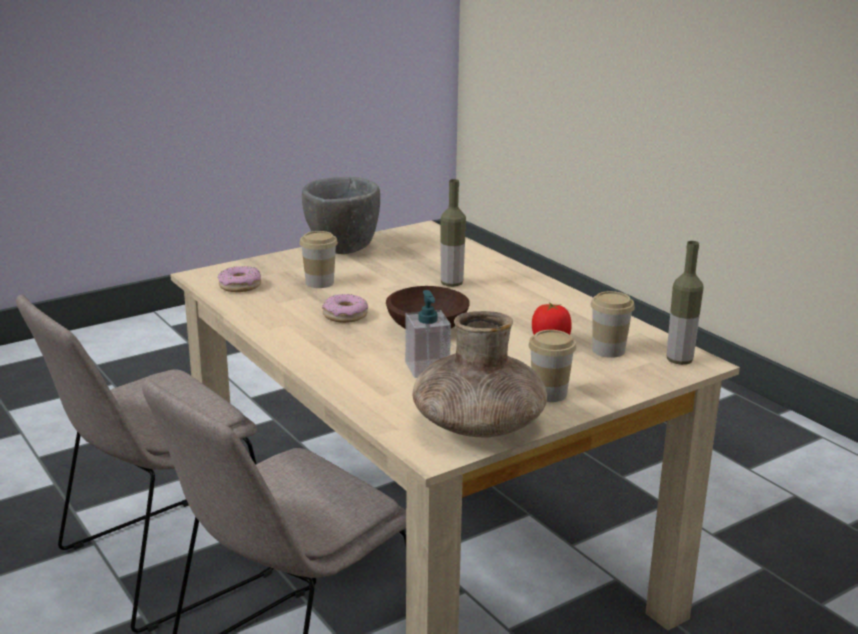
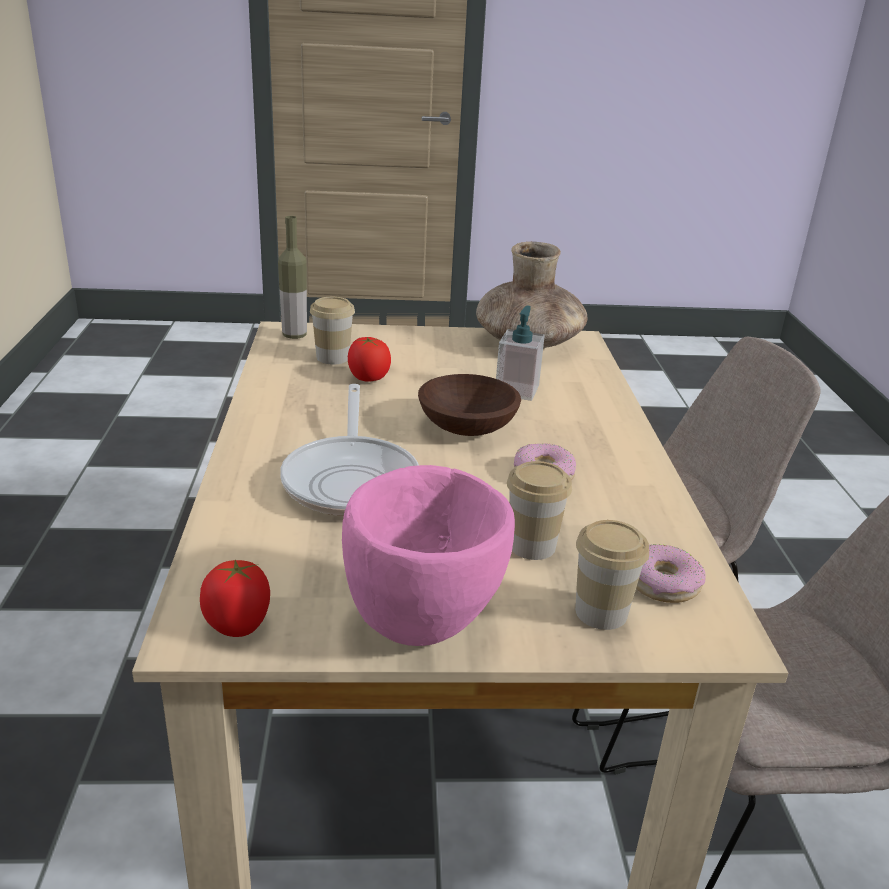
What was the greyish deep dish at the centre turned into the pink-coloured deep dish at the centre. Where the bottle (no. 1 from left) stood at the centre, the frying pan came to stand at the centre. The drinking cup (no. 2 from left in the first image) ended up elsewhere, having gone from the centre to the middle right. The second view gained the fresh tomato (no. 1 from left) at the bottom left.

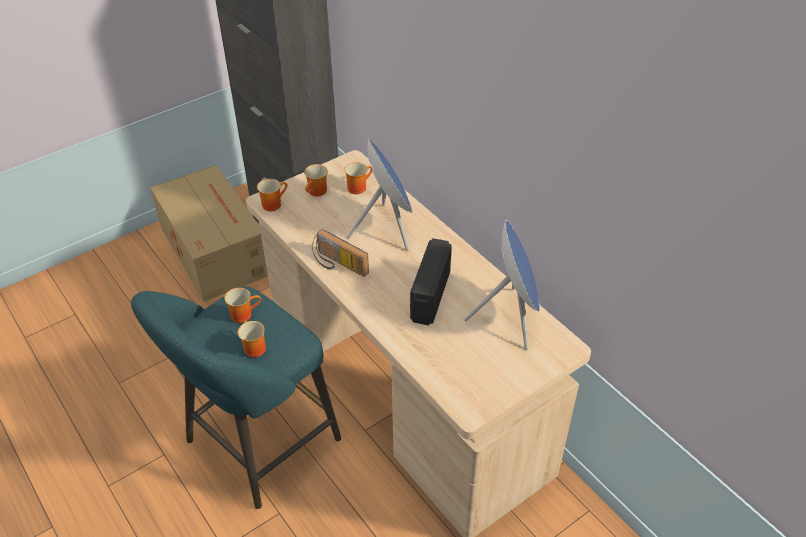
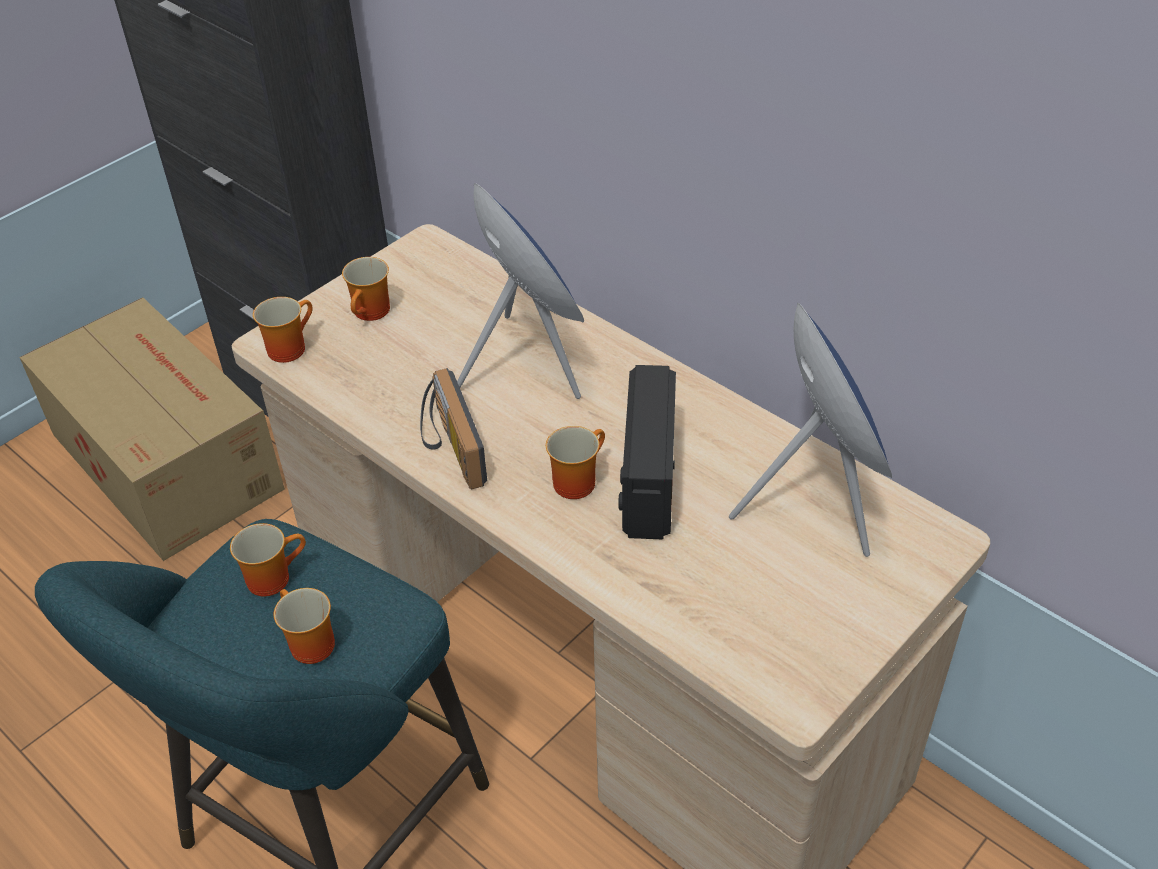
The coffee mug (no. 5 from left) ended up elsewhere, having gone from the top centre to the centre. The radio (no. 1 from left) at the centre ended up facing another way, 45 degrees clockwise from before.

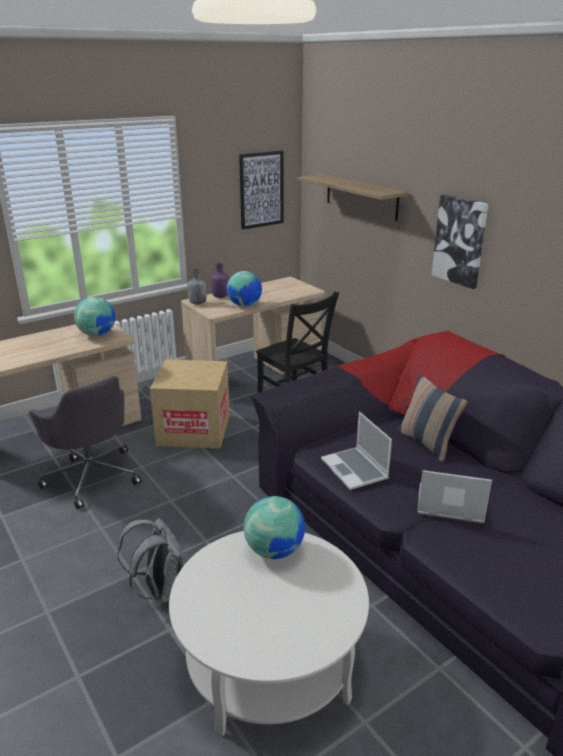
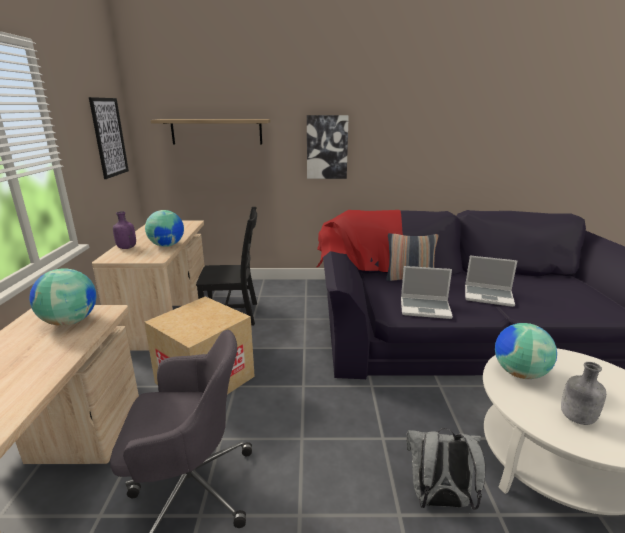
The greyish bottle ended up elsewhere, having gone from the centre to the bottom right. The laptop (no. 2 from left) at the middle right ended up facing another way, 120 degrees counterclockwise from before.

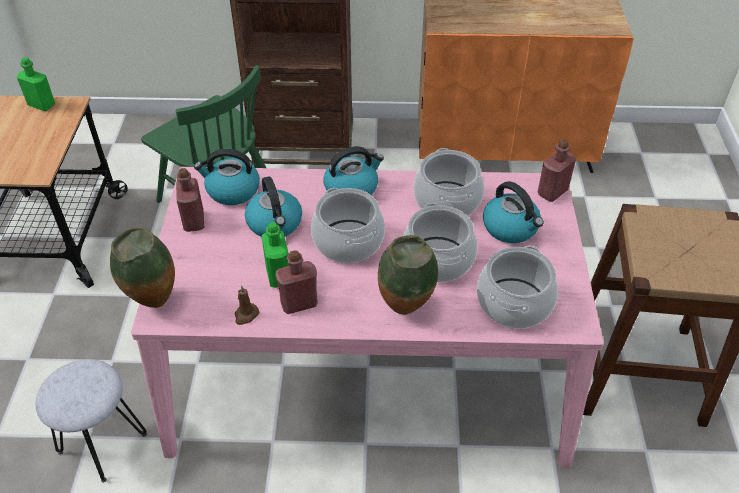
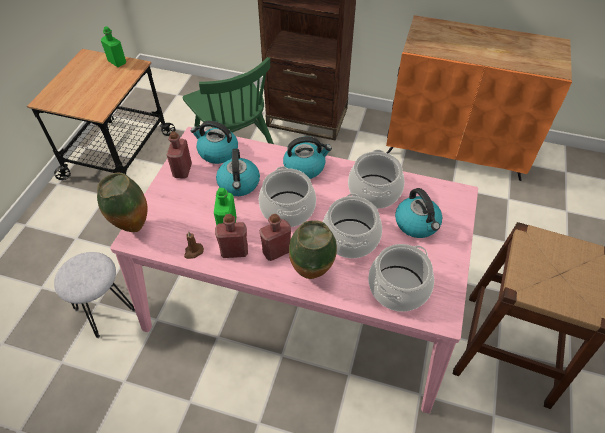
The red-coloured bottle (no. 3 from left) ended up elsewhere, having gone from the middle right to the centre.

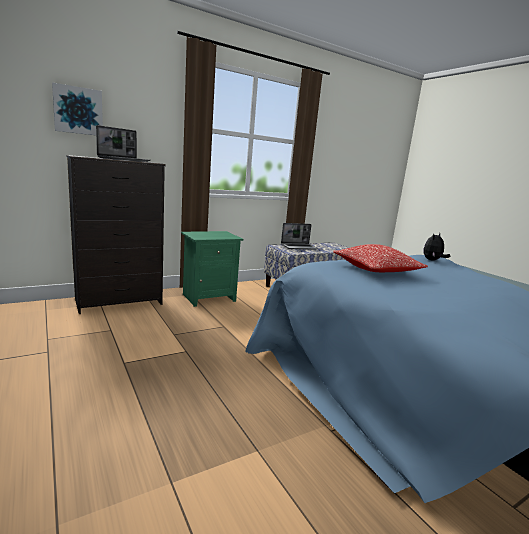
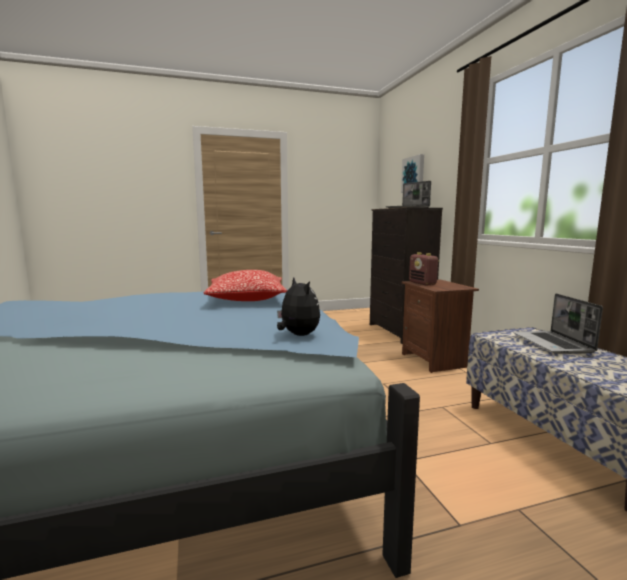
What was the green-coloured night table at the centre turned into the brown night table at the middle right. The second view gained the radio at the middle right.

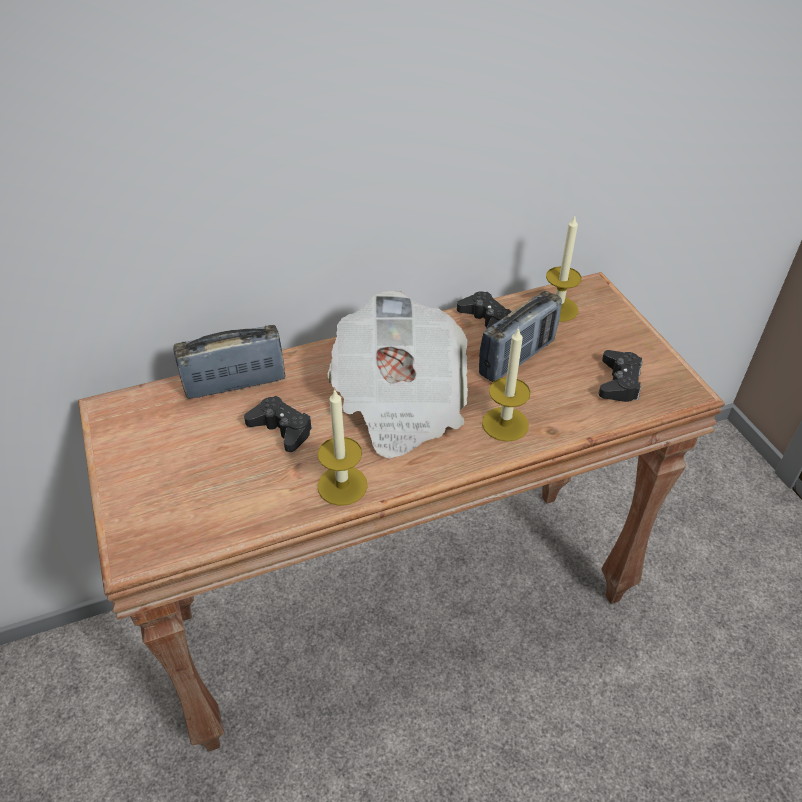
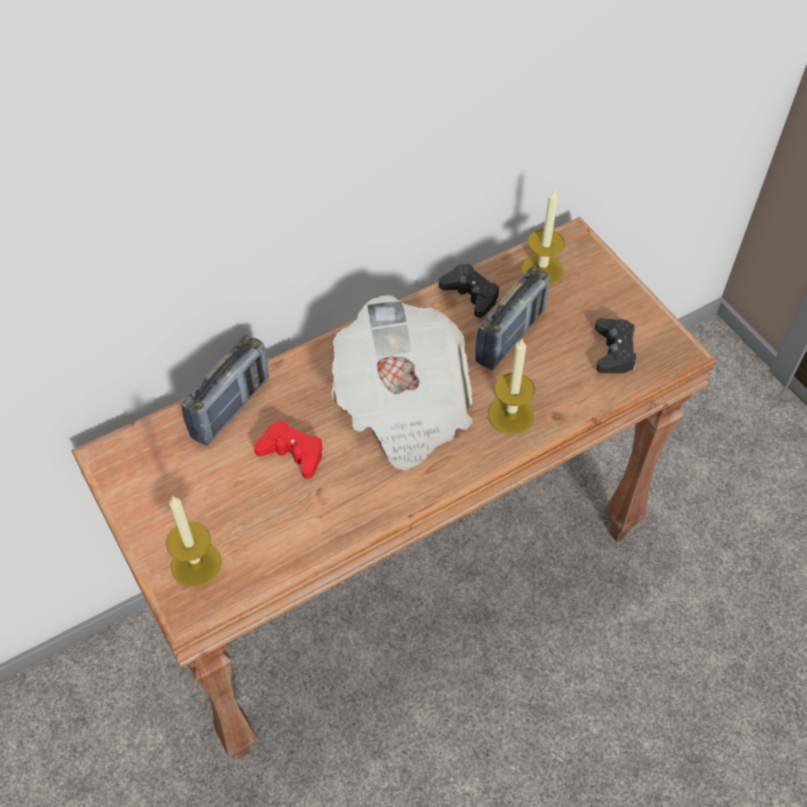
The radio (no. 1 from left) at the middle left ended up facing another way, 150 degrees clockwise from before. The wax light (no. 1 from left) ended up elsewhere, having gone from the centre to the bottom left. What was the black joypad (no. 1 from left) at the centre turned into the red-coloured joypad at the centre.

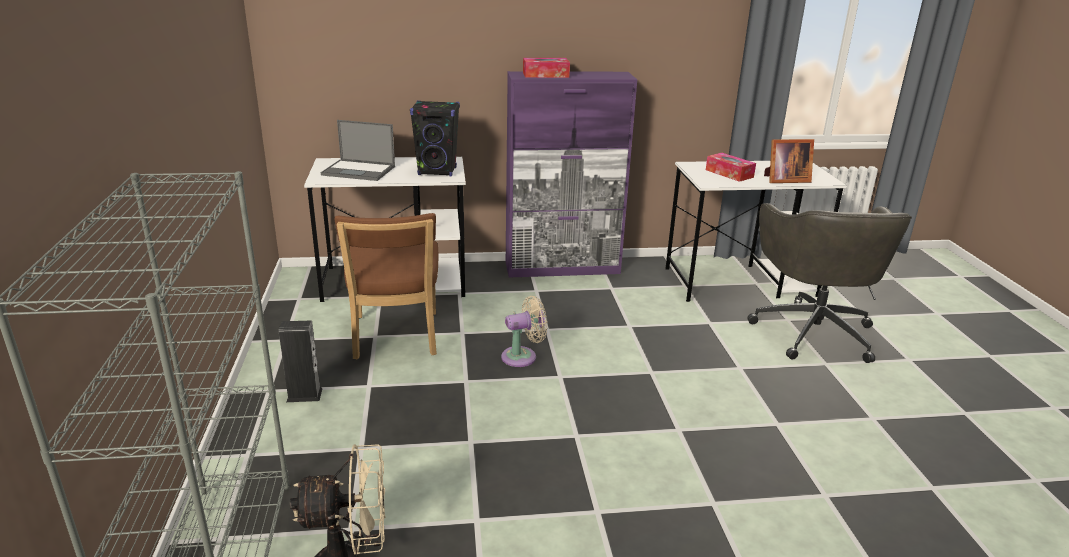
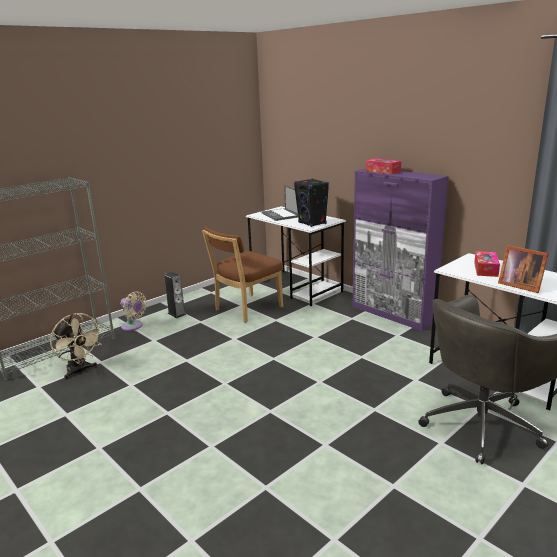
The beige-coloured cooling fan (no. 2 from left) ended up elsewhere, having gone from the centre to the middle left.

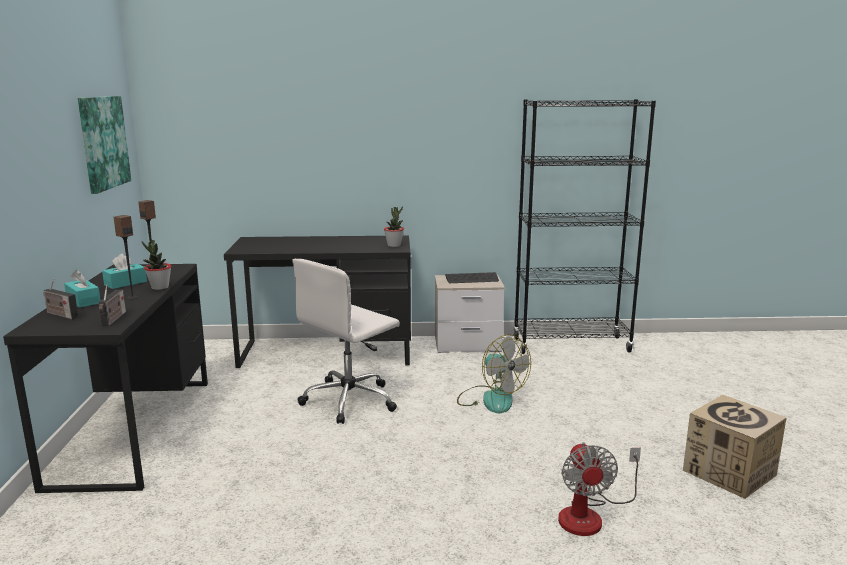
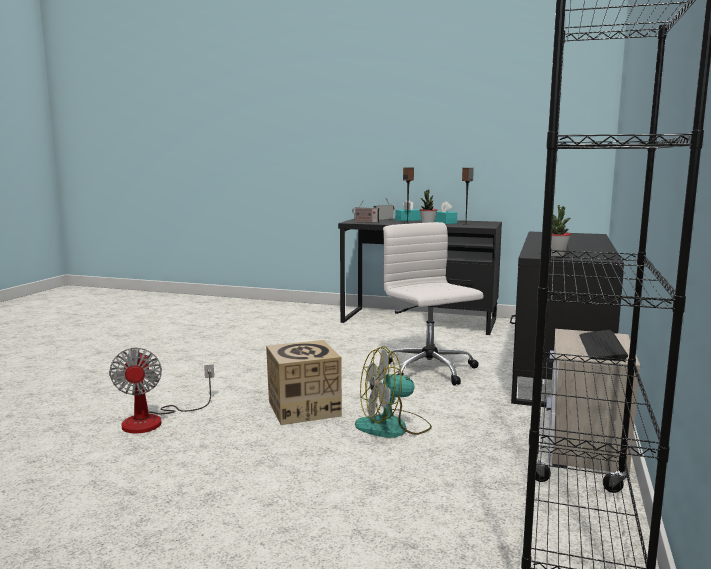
The second view lost the picture at the top left. The packing box ended up elsewhere, having gone from the bottom right to the bottom centre. The cooling fan (no. 2 from left in the first image) at the bottom right ended up facing another way, 120 degrees counterclockwise from before.

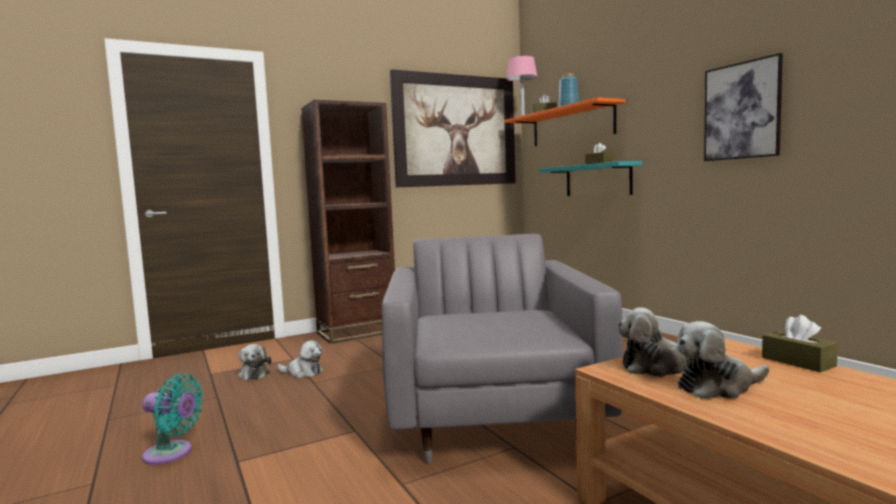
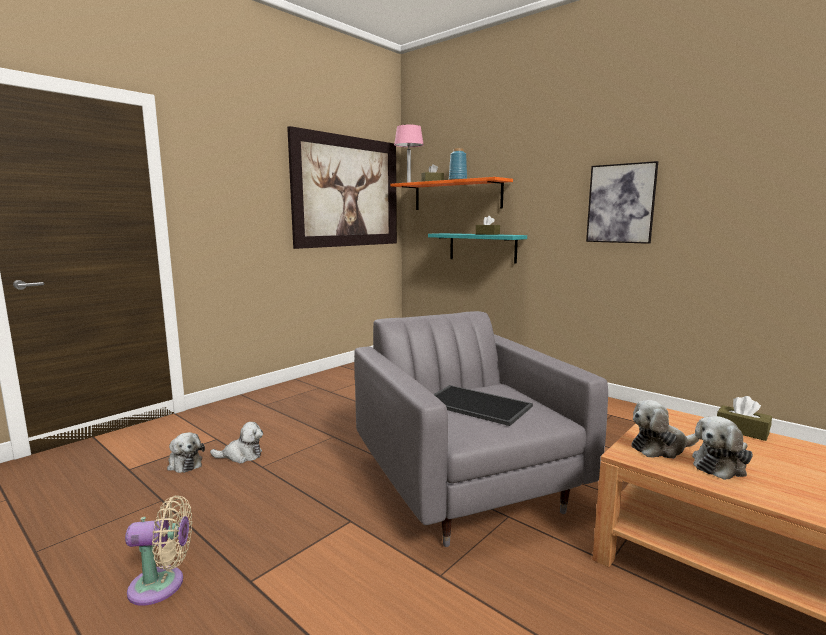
The second view lost the brown shelving unit at the centre. What was the turquoise cooling fan at the bottom left turned into the beige-coloured cooling fan at the bottom left. The second view gained the carrying tray at the centre.

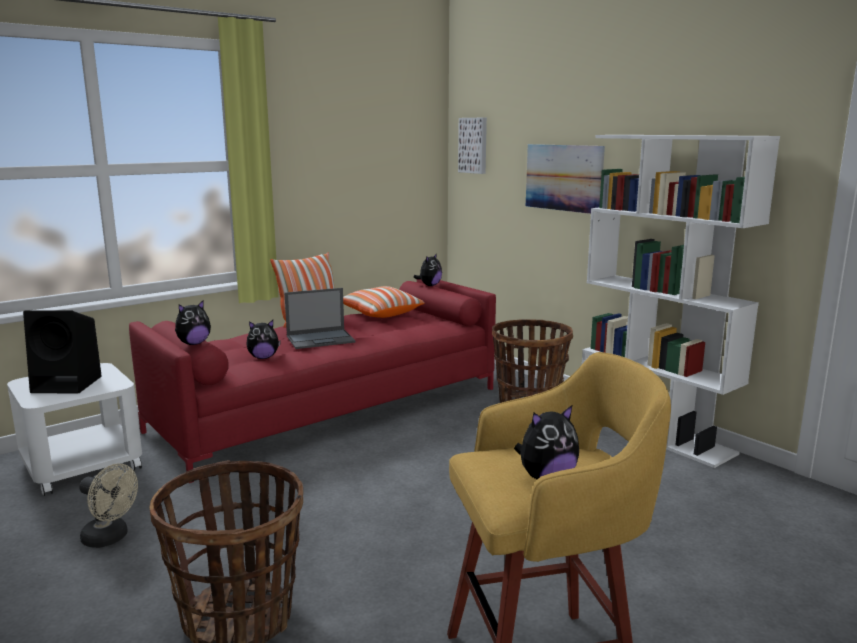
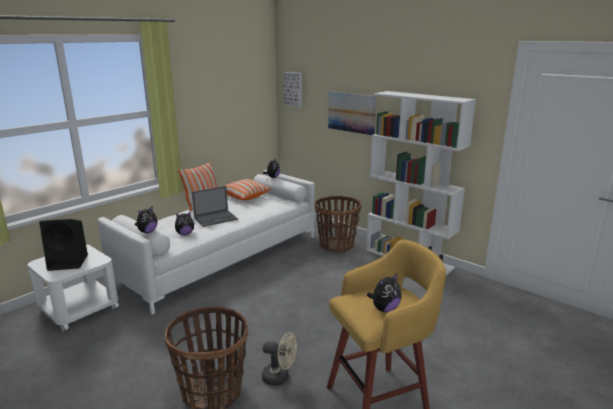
What was the red-coloured couch at the centre turned into the whitish couch at the centre. The beige-coloured cooling fan ended up elsewhere, having gone from the bottom left to the bottom centre.

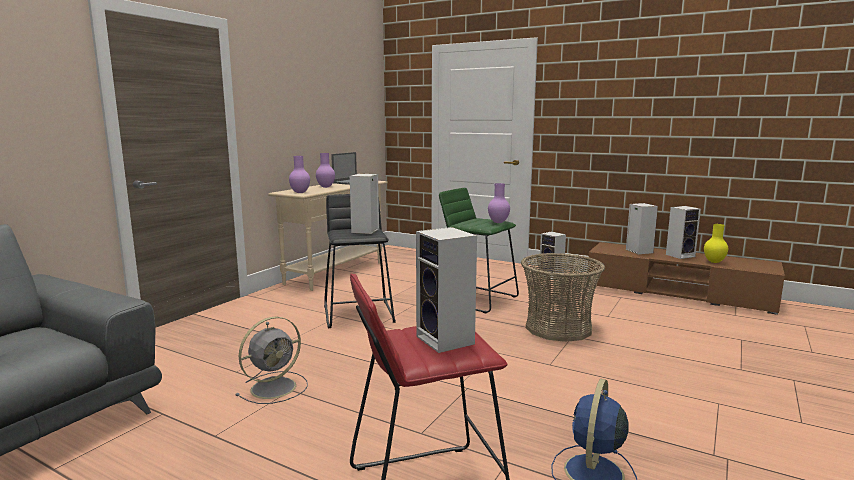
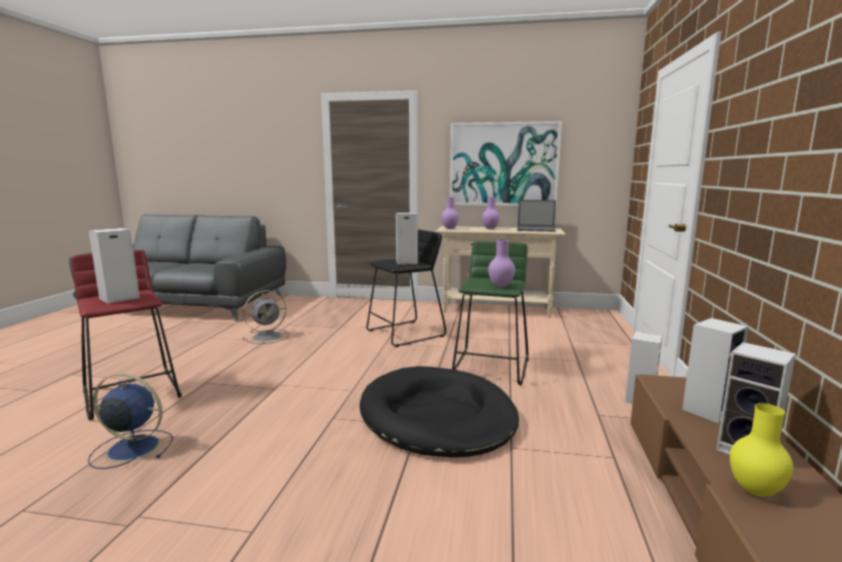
Where the basket stood at the centre, the black dog cushion came to stand at the bottom centre. The greyish cooling fan at the bottom left ended up facing another way, 60 degrees counterclockwise from before. The second view gained the picture at the top centre.

